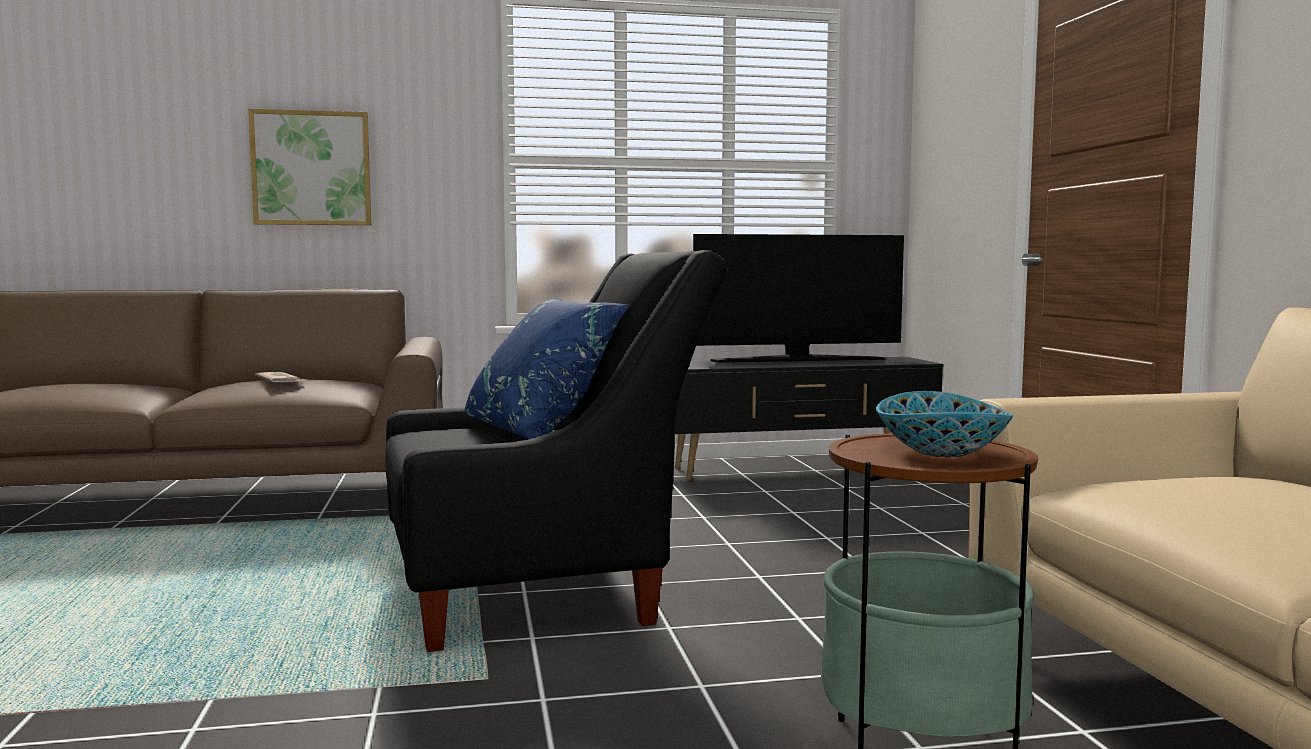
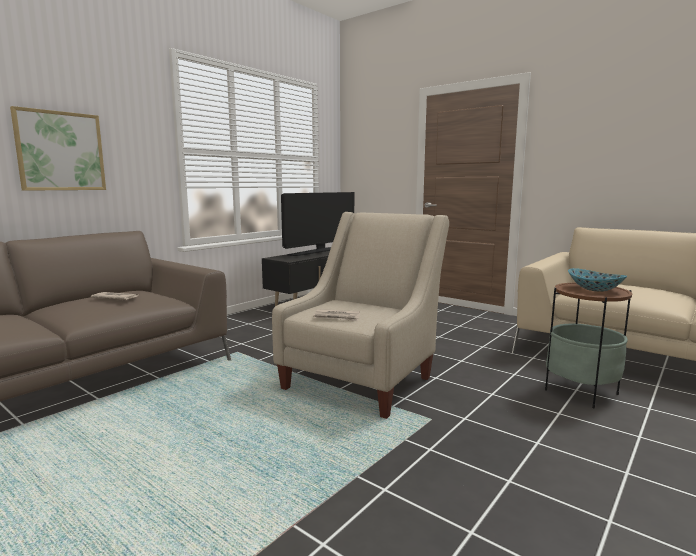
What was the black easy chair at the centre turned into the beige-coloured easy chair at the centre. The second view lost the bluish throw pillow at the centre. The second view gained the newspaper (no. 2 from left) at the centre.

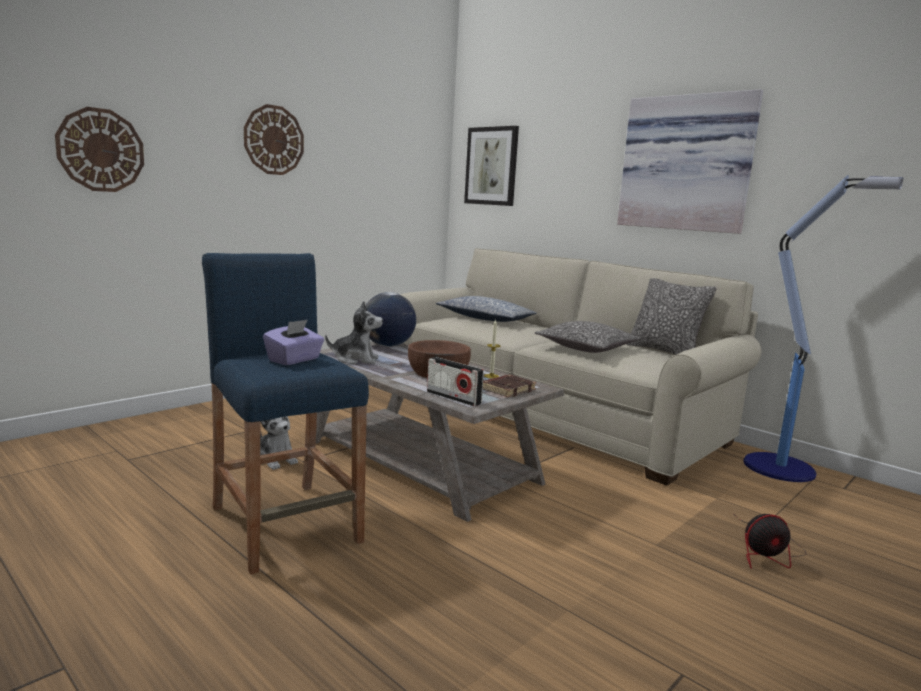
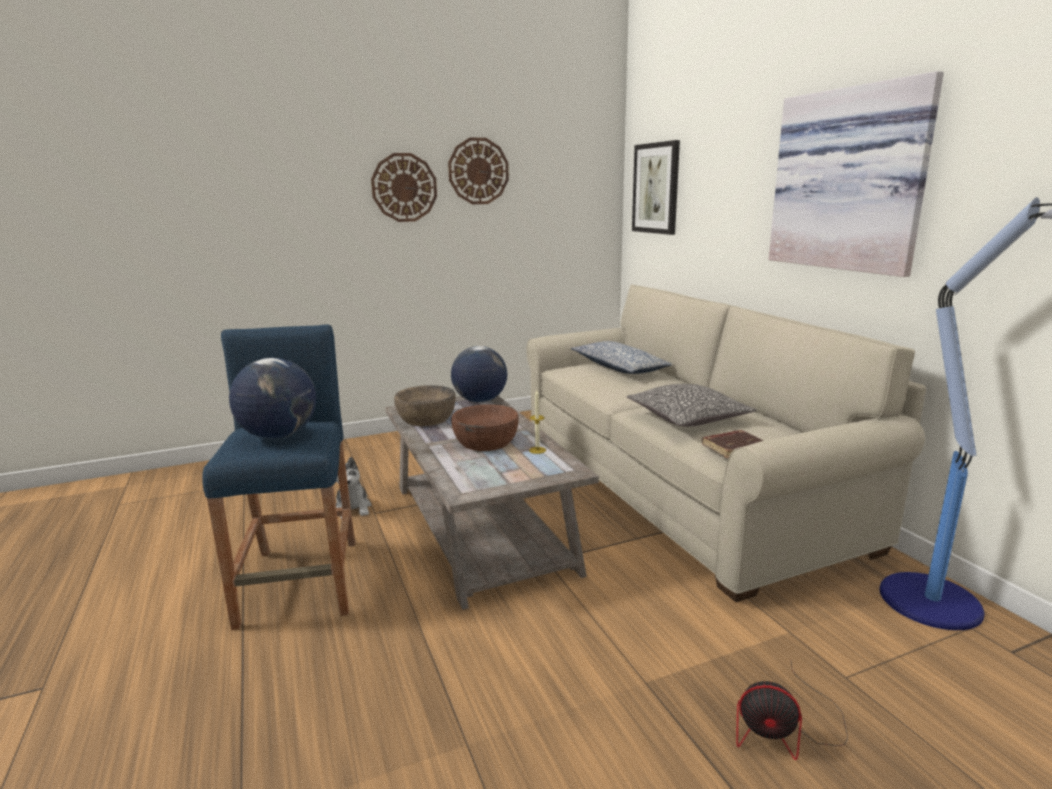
The clock on the wall (no. 1 from left in the first image) ended up elsewhere, having gone from the top left to the top centre. The second view lost the throw pillow (no. 3 from left) at the middle right. Where the soft toy (no. 2 from left) stood at the centre, the brown deep dish (no. 1 from left) came to stand at the centre. Where the purple tissue holder stood at the middle left, the desk globe (no. 1 from left) came to stand at the middle left. The second view lost the radio at the centre. The brown book ended up elsewhere, having gone from the centre to the middle right.

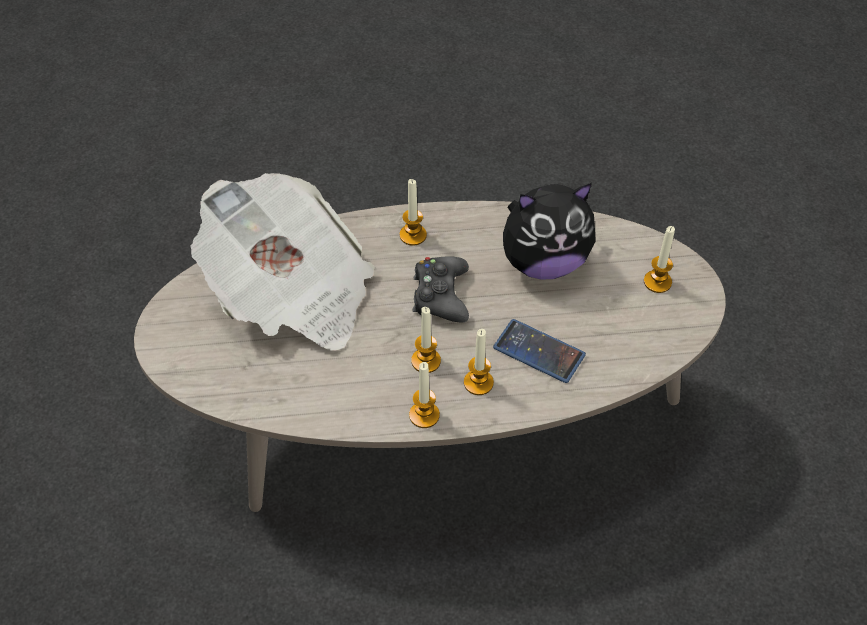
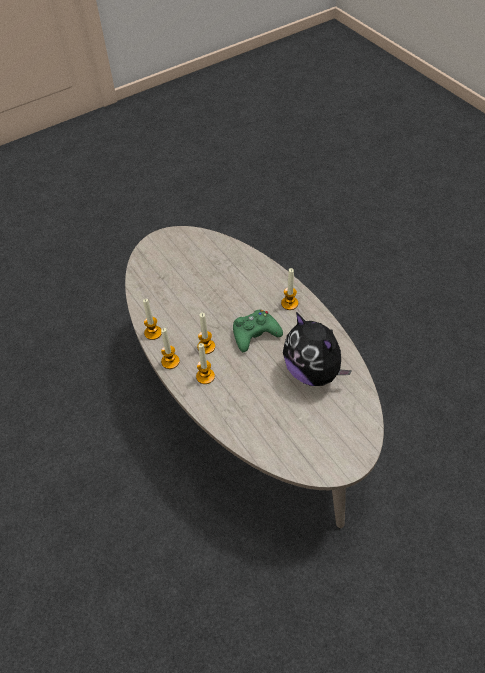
The second view lost the newspaper at the middle left. The wax light (no. 5 from left in the first image) ended up elsewhere, having gone from the middle right to the middle left. What was the black joypad at the centre turned into the green-coloured joypad at the centre. The second view lost the telephone at the centre.

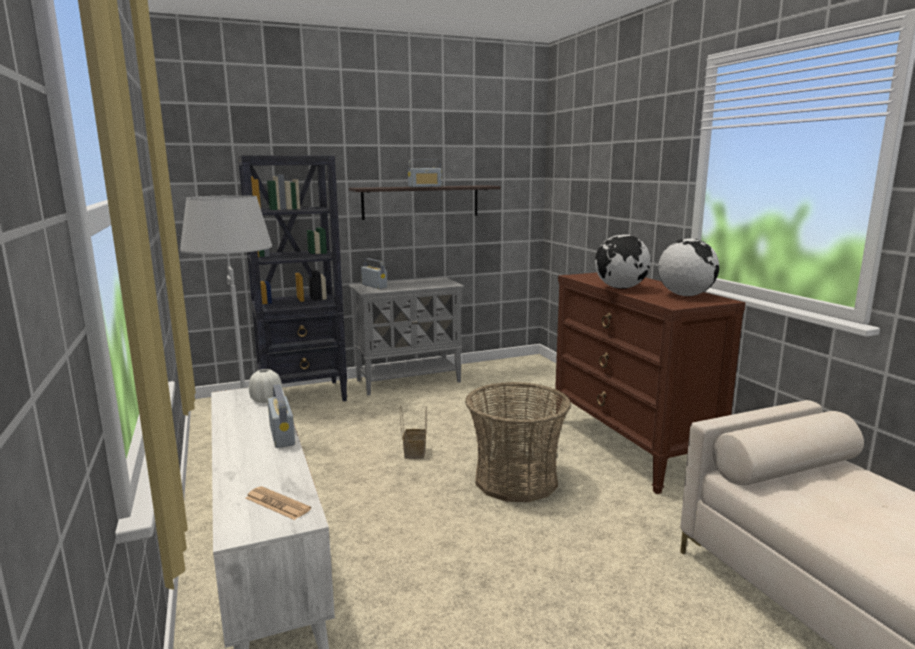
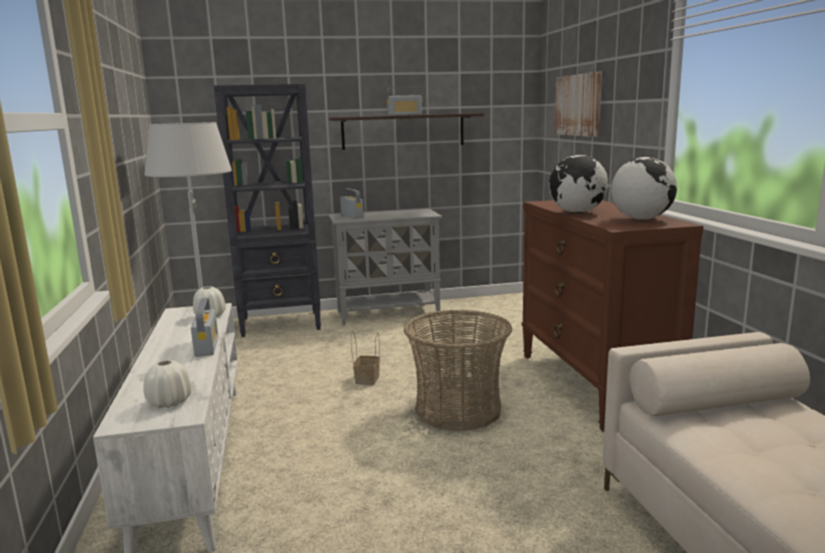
Where the newspaper stood at the bottom left, the whitish vase (no. 1 from left) came to stand at the bottom left. The second view gained the picture at the top right.

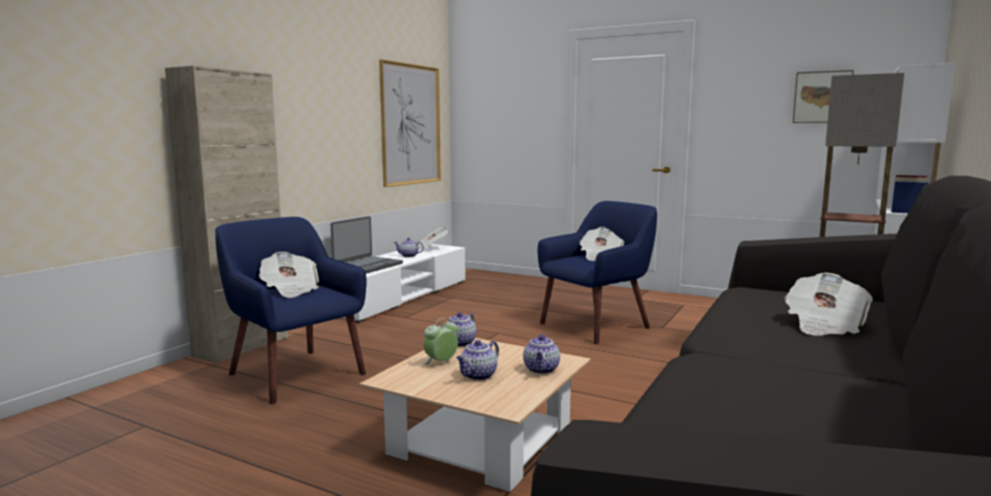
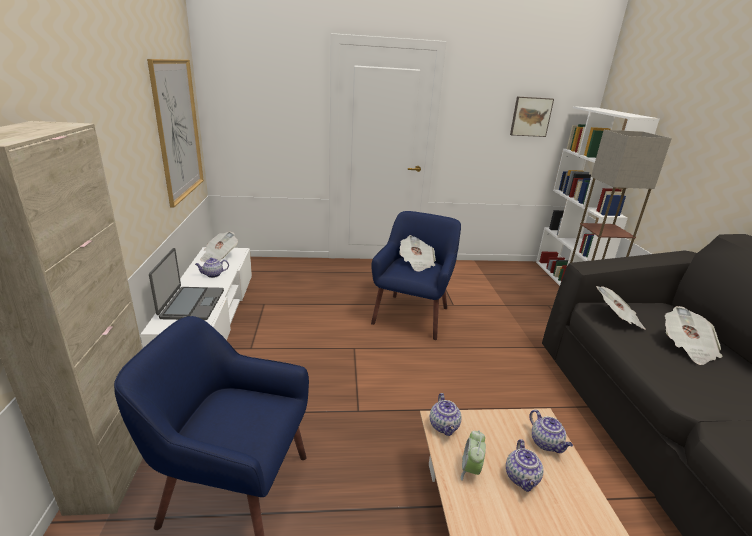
The newspaper (no. 1 from left in the first image) ended up elsewhere, having gone from the middle left to the middle right.

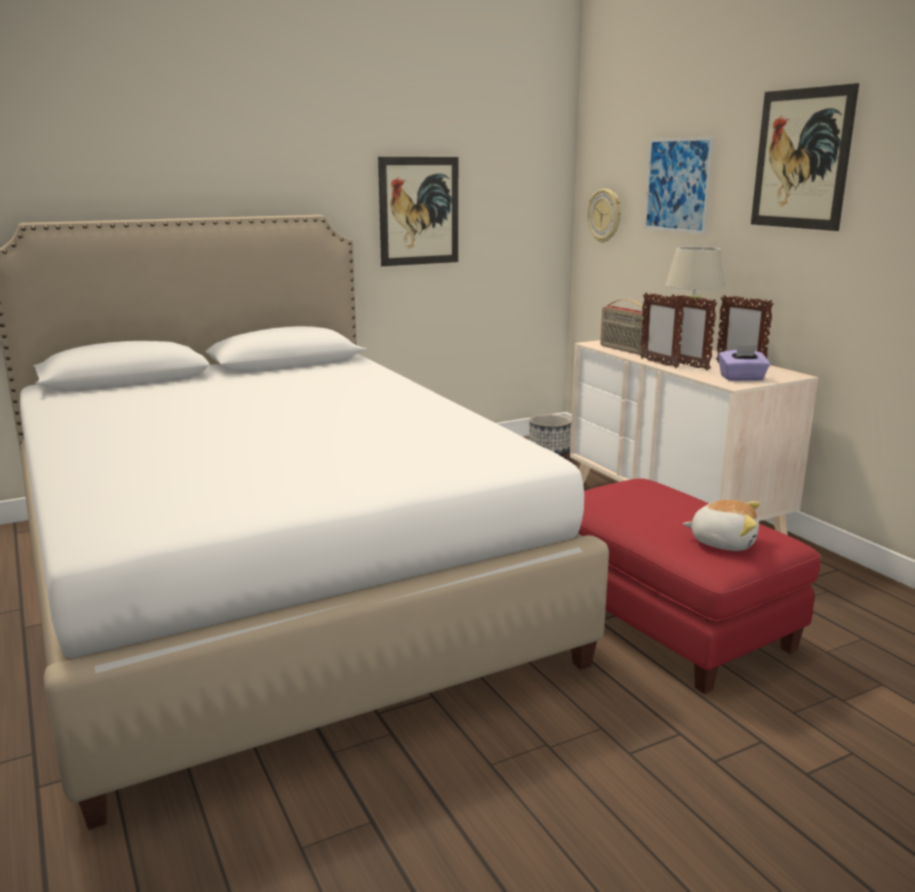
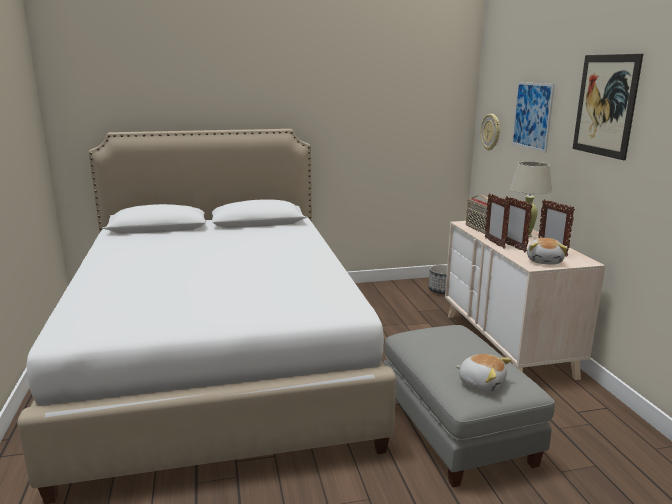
The second view lost the picture (no. 1 from left) at the top centre. Where the purple tissue holder stood at the middle right, the soft toy (no. 2 from left) came to stand at the middle right. What was the red-coloured pouffe at the middle right turned into the greyish pouffe at the bottom right.

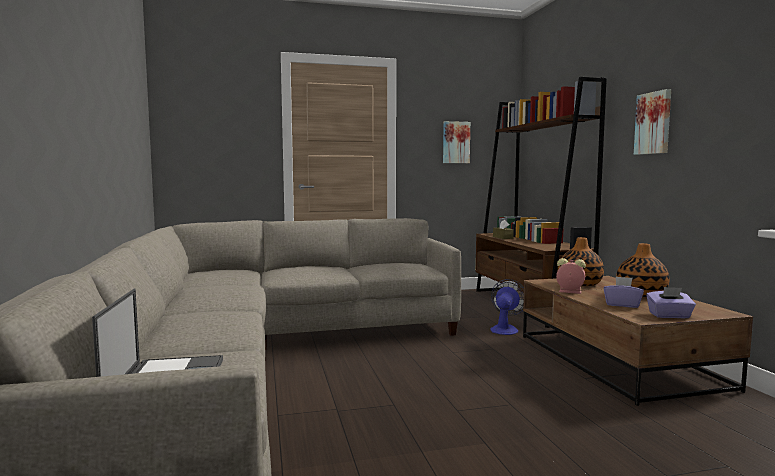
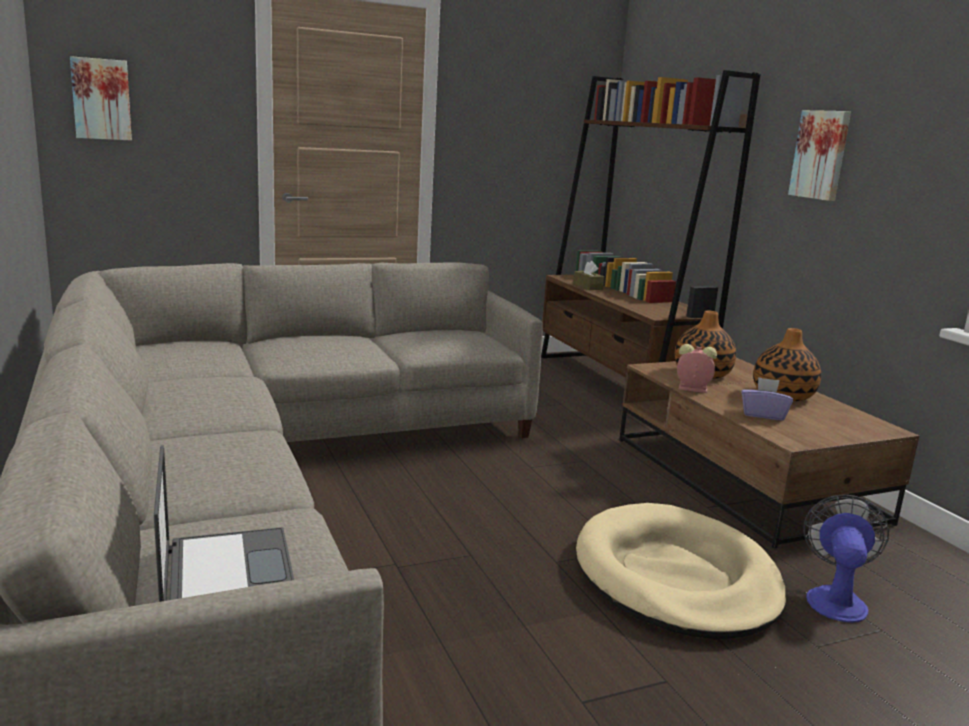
The picture (no. 1 from left) ended up elsewhere, having gone from the top centre to the top left. The cooling fan ended up elsewhere, having gone from the centre to the bottom right. The second view lost the purple tissue holder (no. 2 from left) at the middle right. The second view gained the beige-coloured dog cushion at the bottom right.

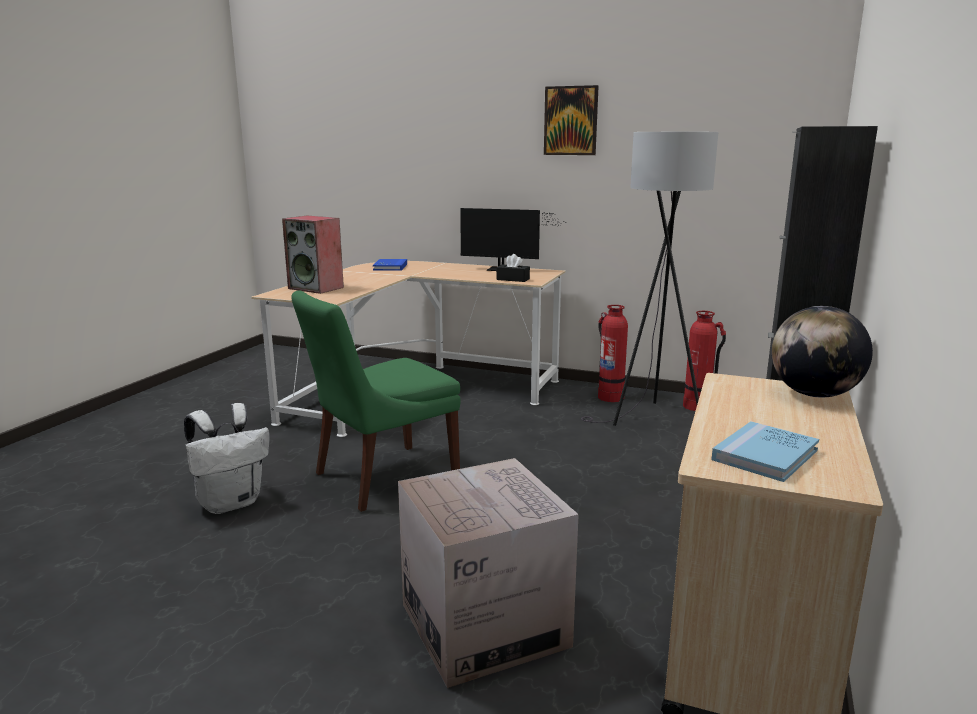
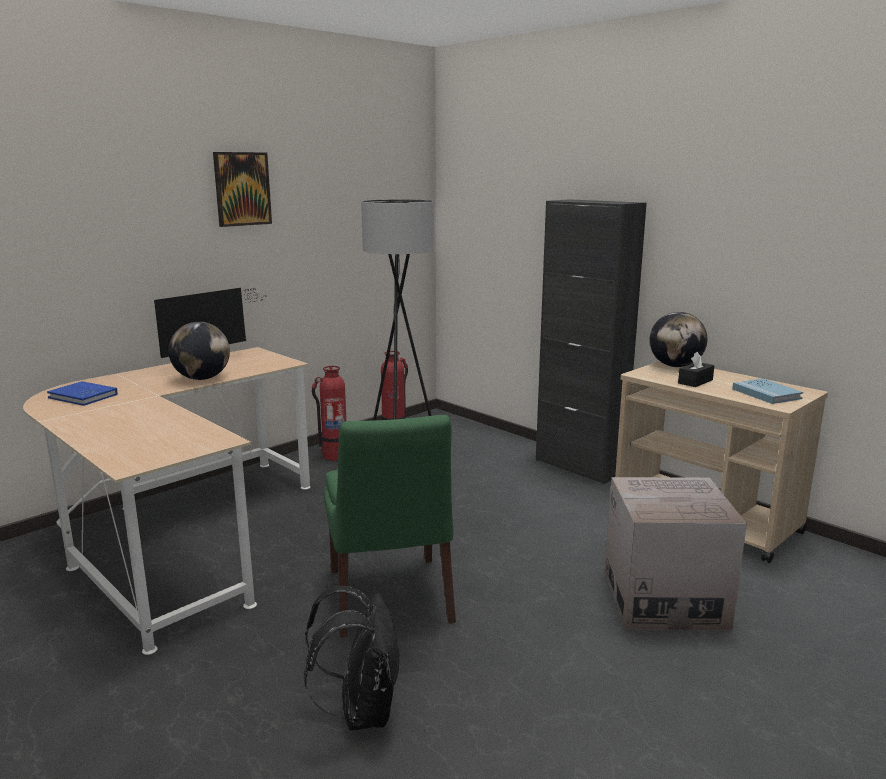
The second view lost the audio speaker at the middle left. The black tissue holder ended up elsewhere, having gone from the centre to the middle right. What was the whitish knapsack at the middle left turned into the black knapsack at the bottom centre. The second view gained the desk globe (no. 1 from left) at the middle left.

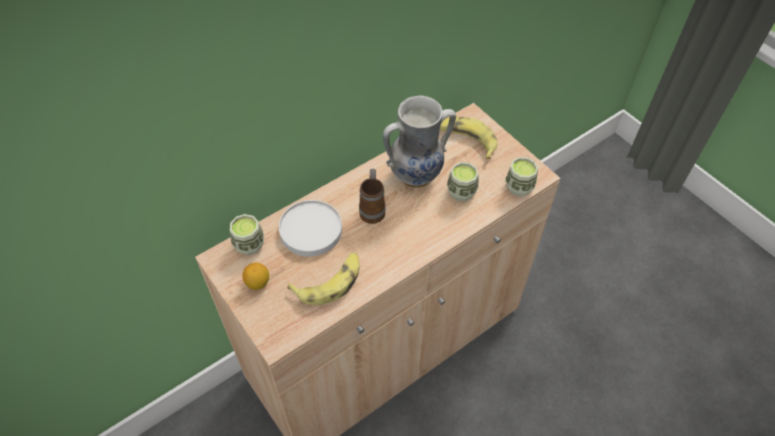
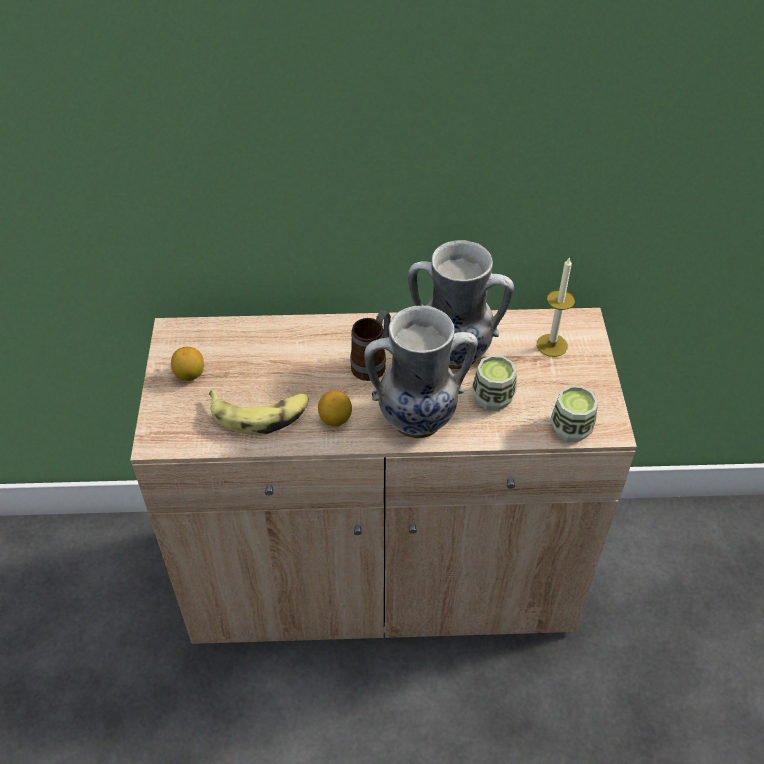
Where the banana (no. 2 from left) stood at the top centre, the wax light came to stand at the middle right. The second view lost the whitish flat dish at the centre. The second view lost the drinking cup (no. 1 from left) at the middle left. The second view gained the vase (no. 1 from left) at the centre. The second view gained the whole lemon (no. 2 from left) at the centre.

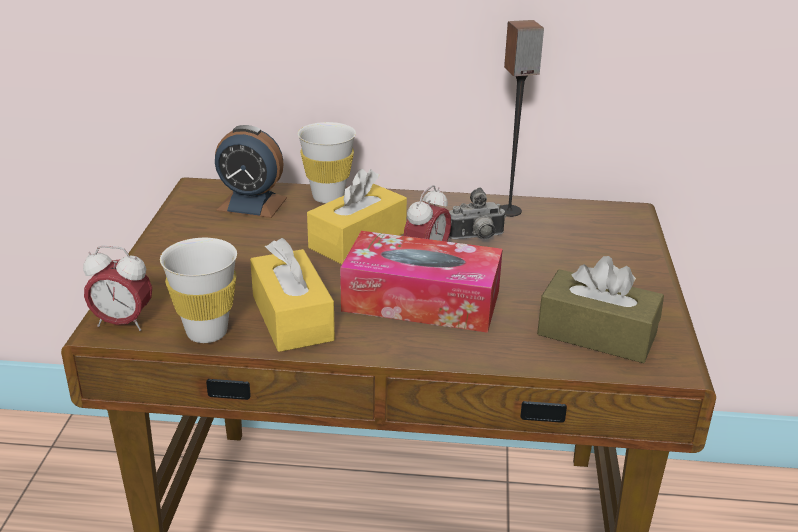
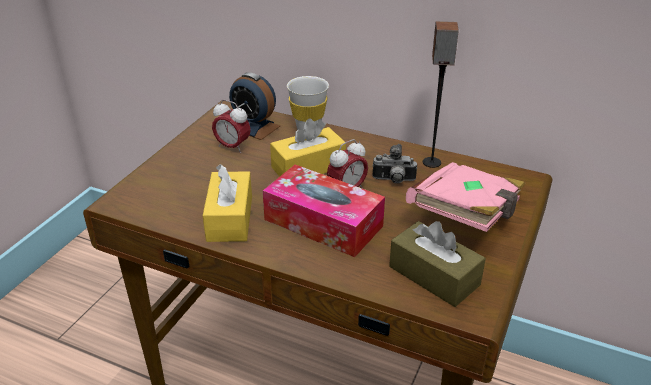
The second view lost the whitish drinking cup (no. 1 from left) at the middle left. The alarm clock (no. 1 from left) ended up elsewhere, having gone from the middle left to the top centre. The second view gained the pink-coloured book at the middle right.

